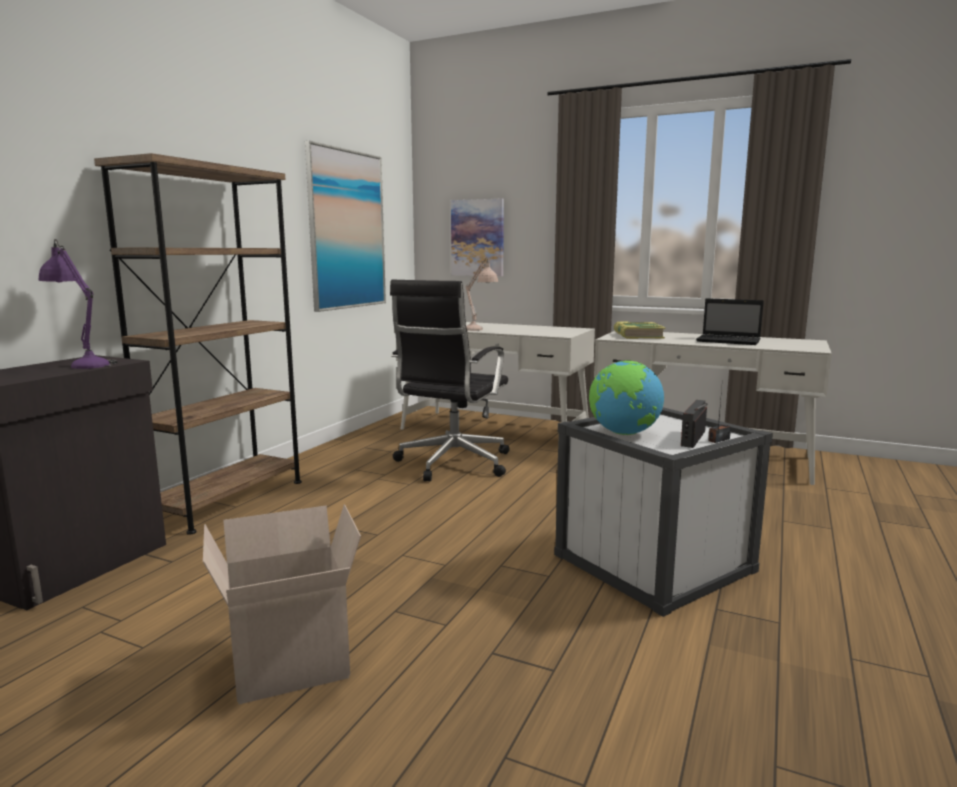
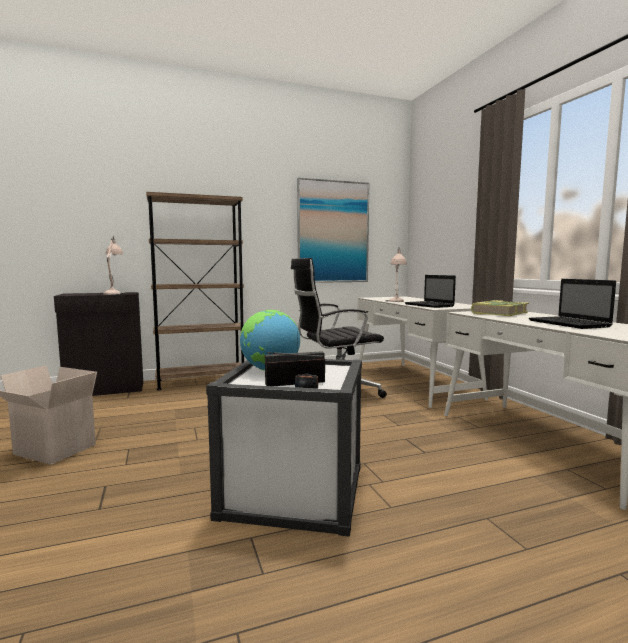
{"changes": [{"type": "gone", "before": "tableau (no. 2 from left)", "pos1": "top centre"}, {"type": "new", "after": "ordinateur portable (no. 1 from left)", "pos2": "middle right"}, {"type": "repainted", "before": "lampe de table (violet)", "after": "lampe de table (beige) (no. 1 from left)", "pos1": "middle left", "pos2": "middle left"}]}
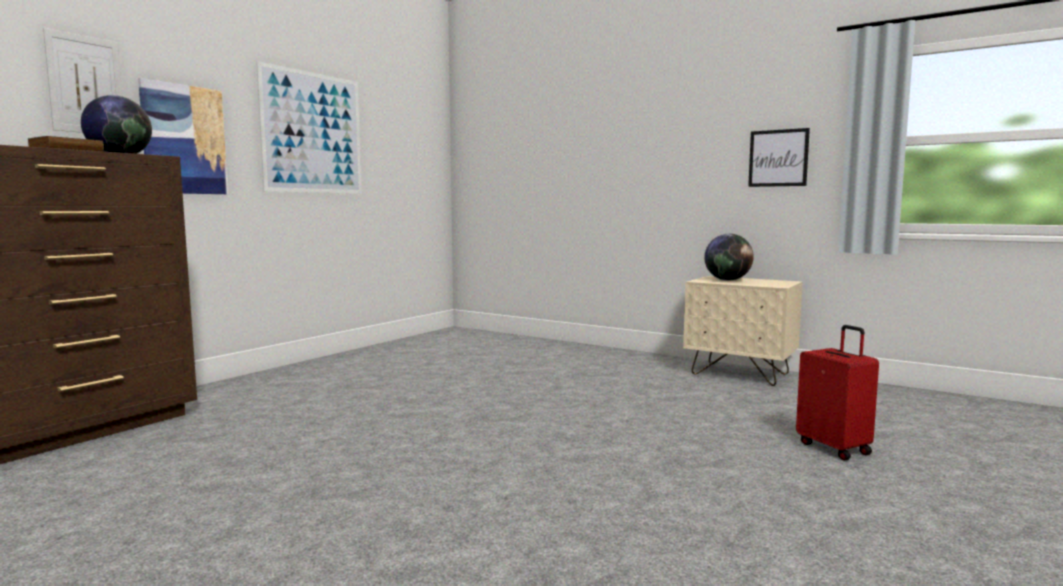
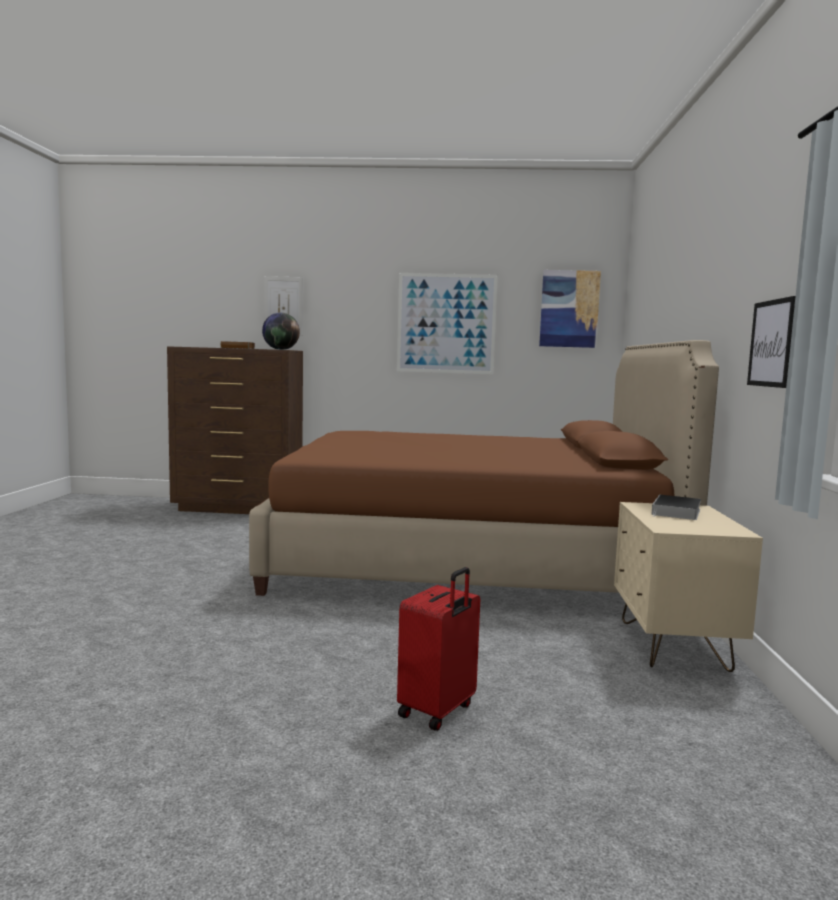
{"changes": [{"type": "new", "after": "lit (marron)", "pos2": "centre"}, {"type": "shifted", "before": "tableau (no. 2 from left in the first image)", "after": "tableau (no. 3 from left)", "pos1": "top left", "pos2": "middle right"}, {"type": "swapped", "before": "globe (no. 2 from left)", "after": "livre (no. 2 from left)", "pos1": "middle right", "pos2": "middle right"}]}
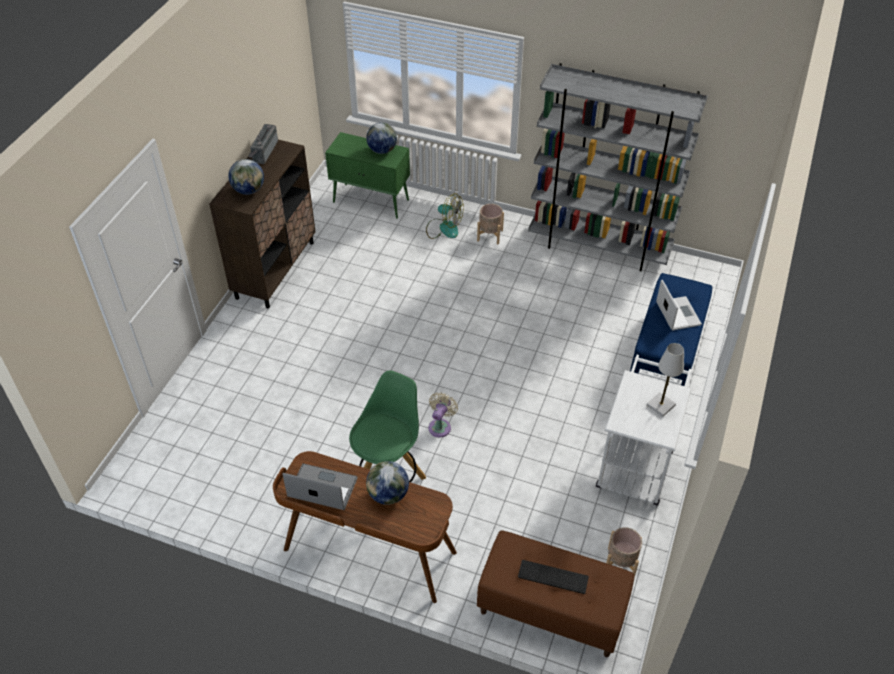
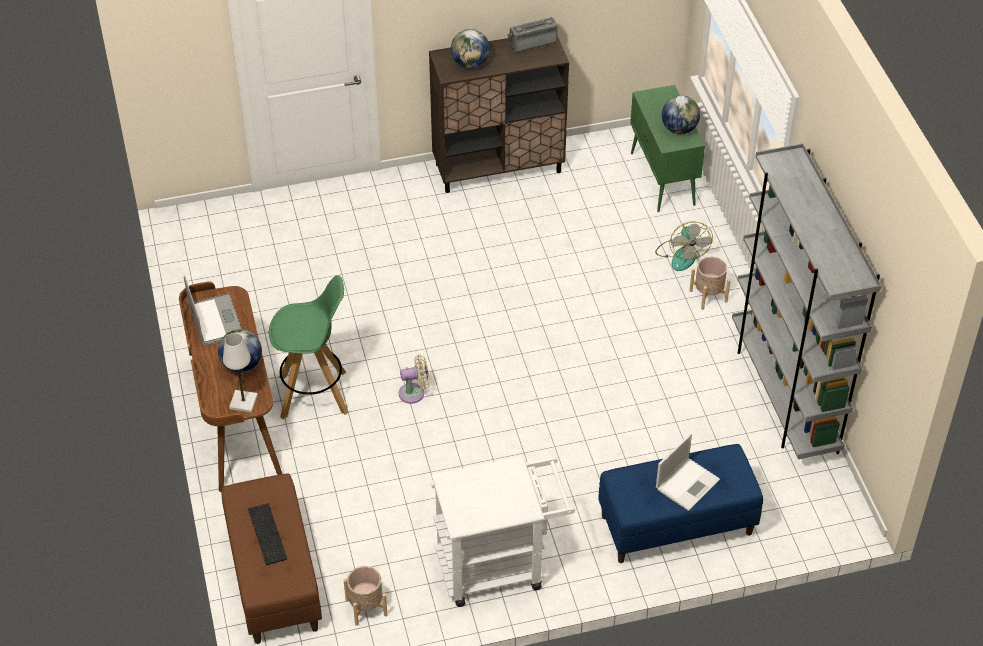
{"changes": [{"type": "shifted", "before": "lampe de table (blanc)", "pos1": "middle right", "pos2": "middle left"}]}
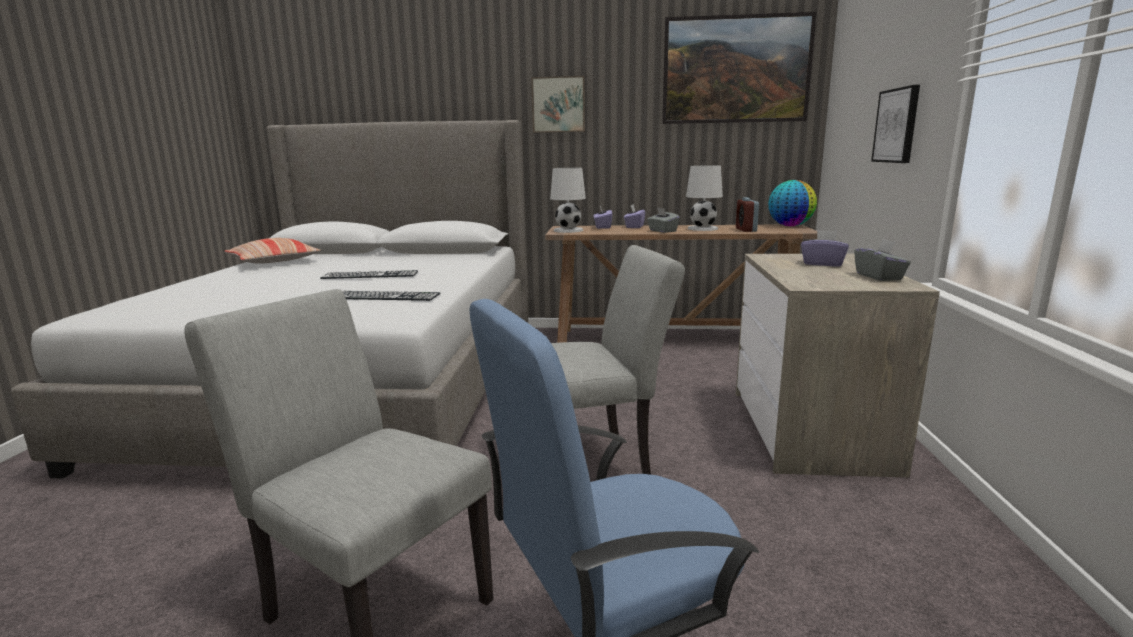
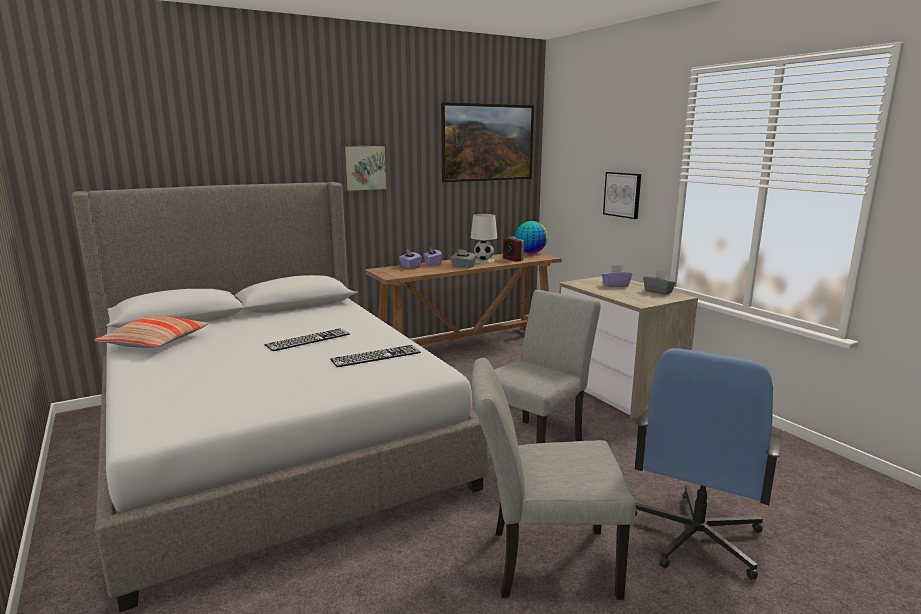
{"changes": [{"type": "gone", "before": "lampe de table (blanc) (no. 1 from left)", "pos1": "top centre"}]}
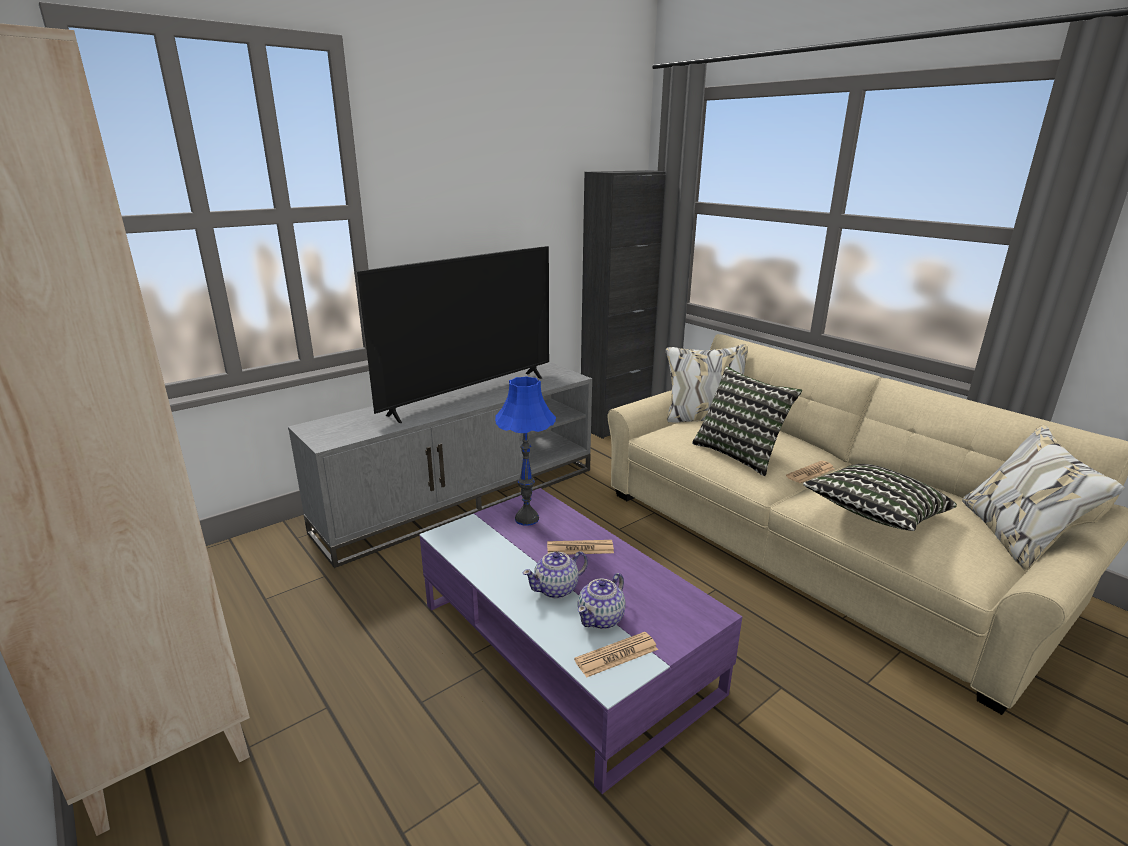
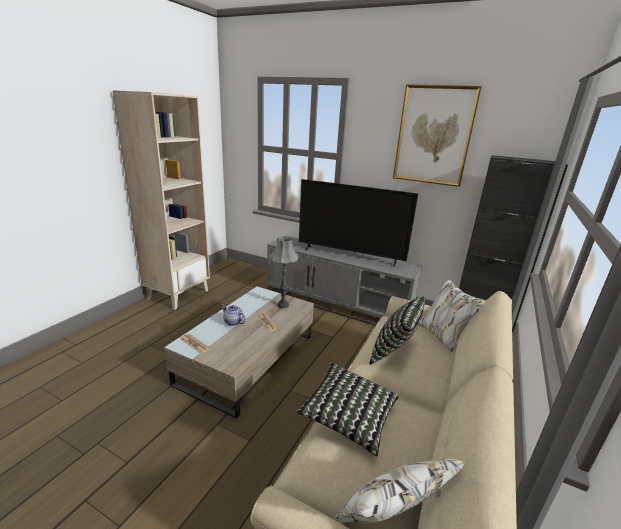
{"changes": [{"type": "gone", "before": "théière (no. 2 from left)", "pos1": "bottom centre"}, {"type": "gone", "before": "journal (no. 3 from left)", "pos1": "middle right"}, {"type": "new", "after": "tableau", "pos2": "top right"}, {"type": "repainted", "before": "table basse (violet)", "after": "table basse (beige)", "pos1": "bottom centre", "pos2": "centre"}, {"type": "repainted", "before": "lampe de table (bleu)", "after": "lampe de table (gris)", "pos1": "centre", "pos2": "centre"}]}
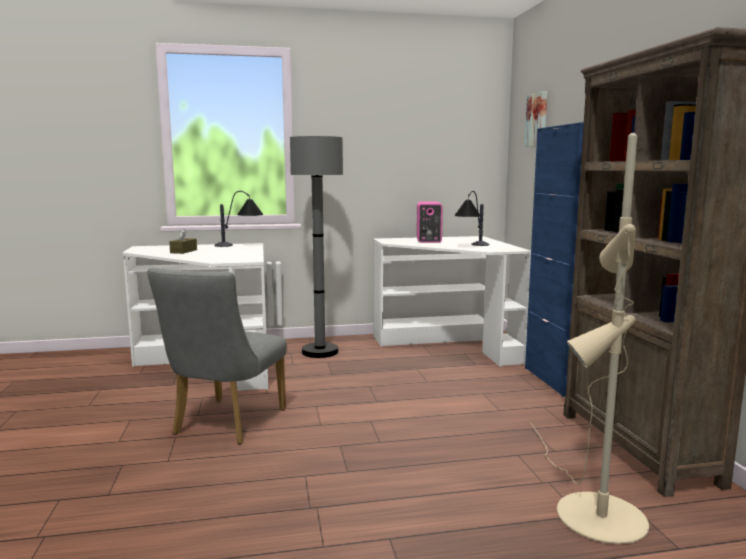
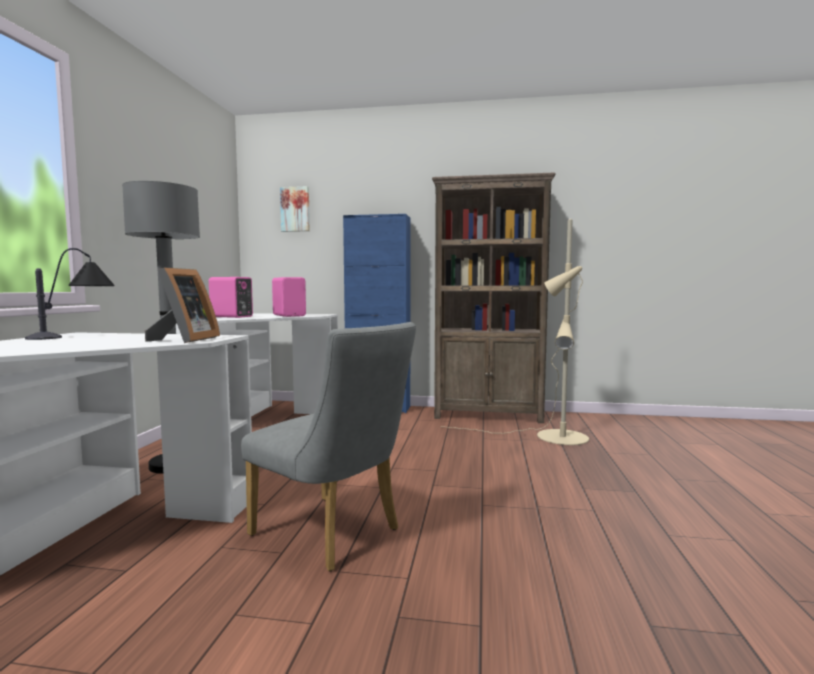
{"changes": [{"type": "gone", "before": "boîte à mouchoirs (marron)", "pos1": "middle left"}, {"type": "new", "after": "cadre photo", "pos2": "middle left"}, {"type": "swapped", "before": "lampe de table (no. 2 from left)", "after": "enceinte (rose) (no. 2 from left)", "pos1": "centre", "pos2": "centre"}]}
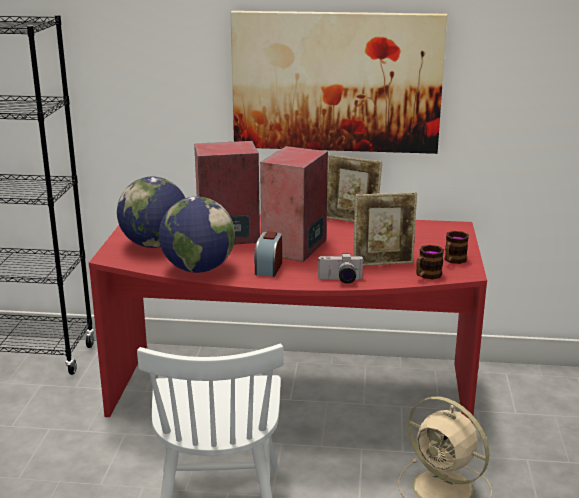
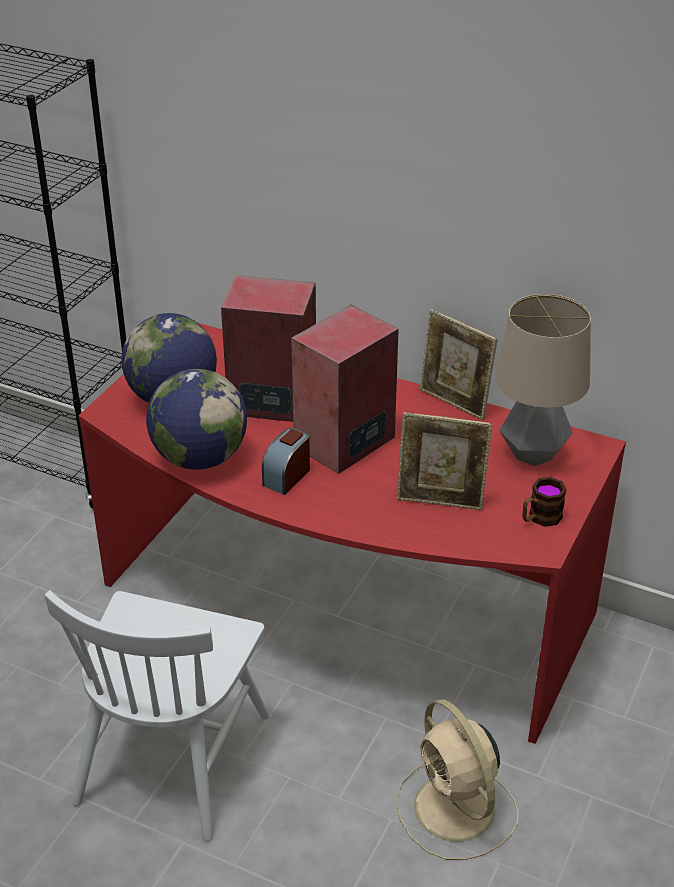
{"changes": [{"type": "gone", "before": "tableau", "pos1": "top centre"}, {"type": "gone", "before": "appareil photo", "pos1": "centre"}, {"type": "gone", "before": "mug (no. 1 from left)", "pos1": "middle right"}, {"type": "new", "after": "lampe de table", "pos2": "middle right"}]}
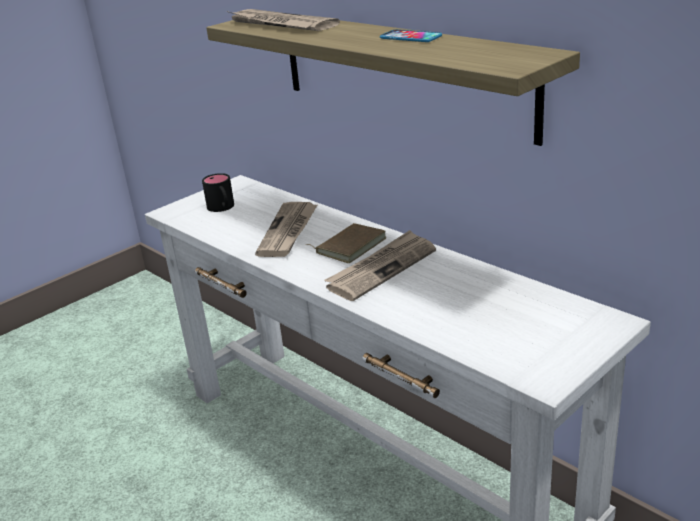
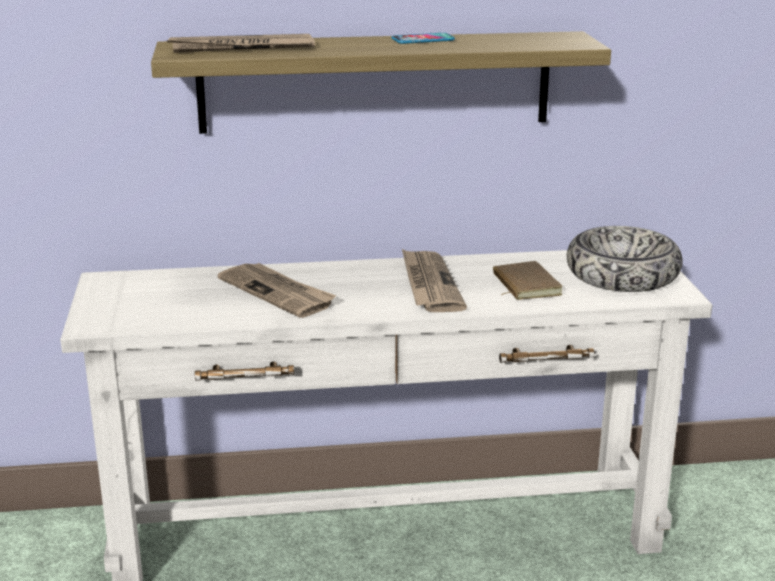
{"changes": [{"type": "gone", "before": "mug (noir)", "pos1": "middle left"}, {"type": "new", "after": "bol", "pos2": "middle right"}, {"type": "shifted", "before": "livre (marron)", "pos1": "centre", "pos2": "middle right"}]}
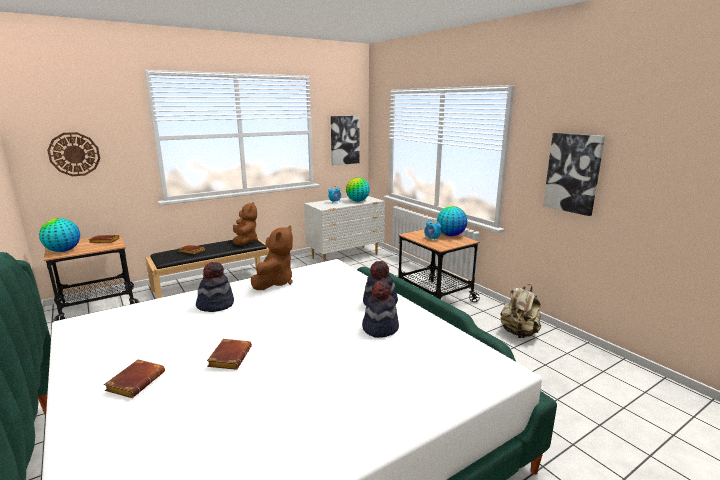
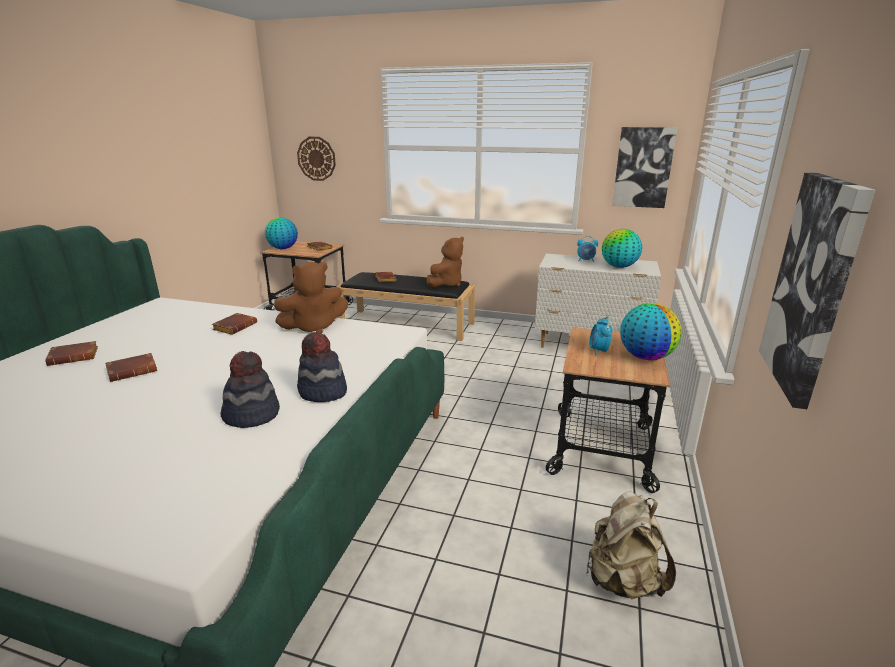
{"changes": [{"type": "swapped", "before": "chapeau (no. 1 from left)", "after": "livre (marron) (no. 3 from left)", "pos1": "middle left", "pos2": "middle left"}]}
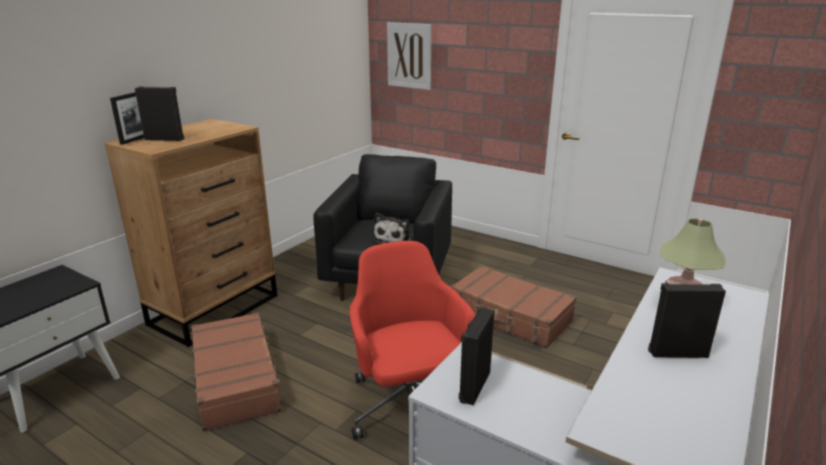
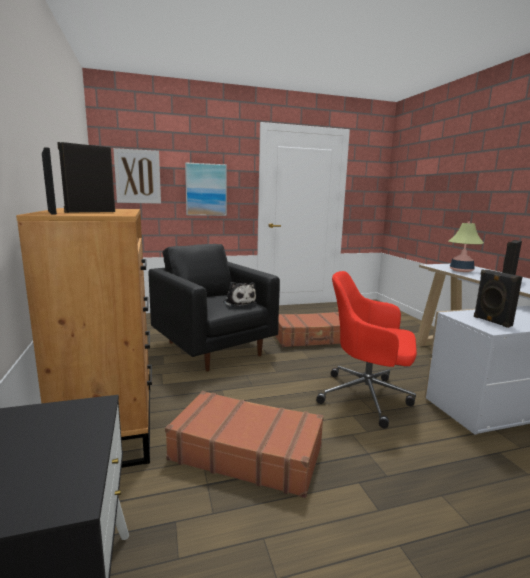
{"changes": [{"type": "new", "after": "tableau (no. 2 from left)", "pos2": "top centre"}]}
